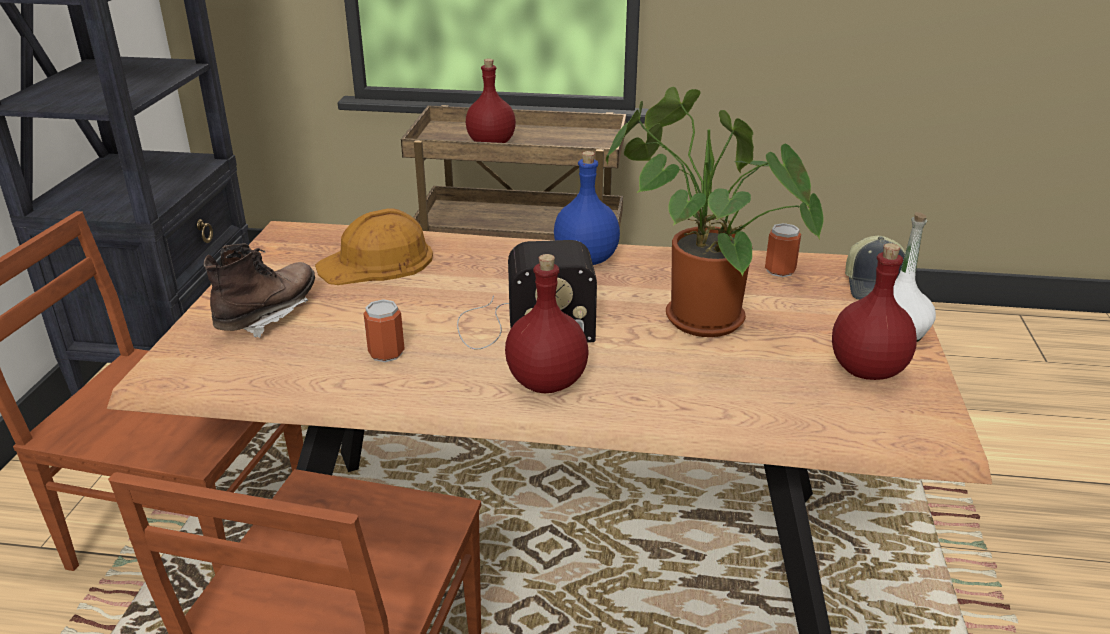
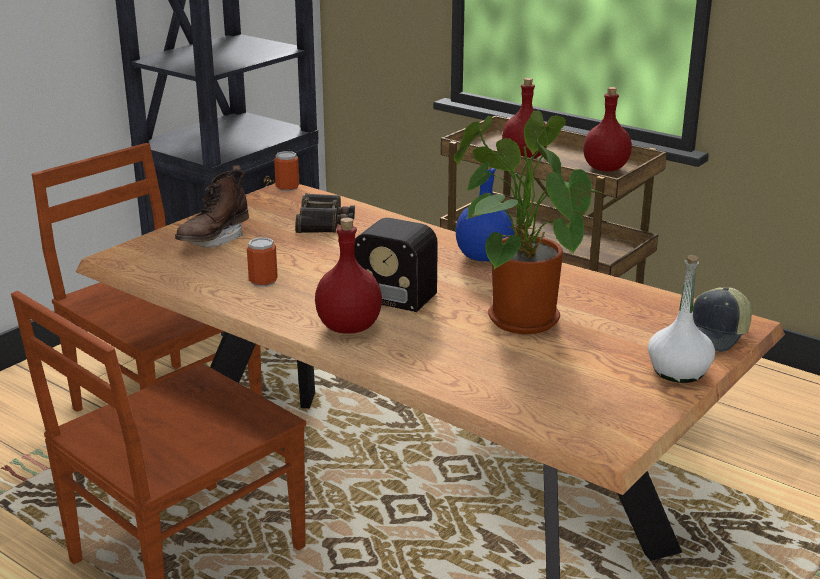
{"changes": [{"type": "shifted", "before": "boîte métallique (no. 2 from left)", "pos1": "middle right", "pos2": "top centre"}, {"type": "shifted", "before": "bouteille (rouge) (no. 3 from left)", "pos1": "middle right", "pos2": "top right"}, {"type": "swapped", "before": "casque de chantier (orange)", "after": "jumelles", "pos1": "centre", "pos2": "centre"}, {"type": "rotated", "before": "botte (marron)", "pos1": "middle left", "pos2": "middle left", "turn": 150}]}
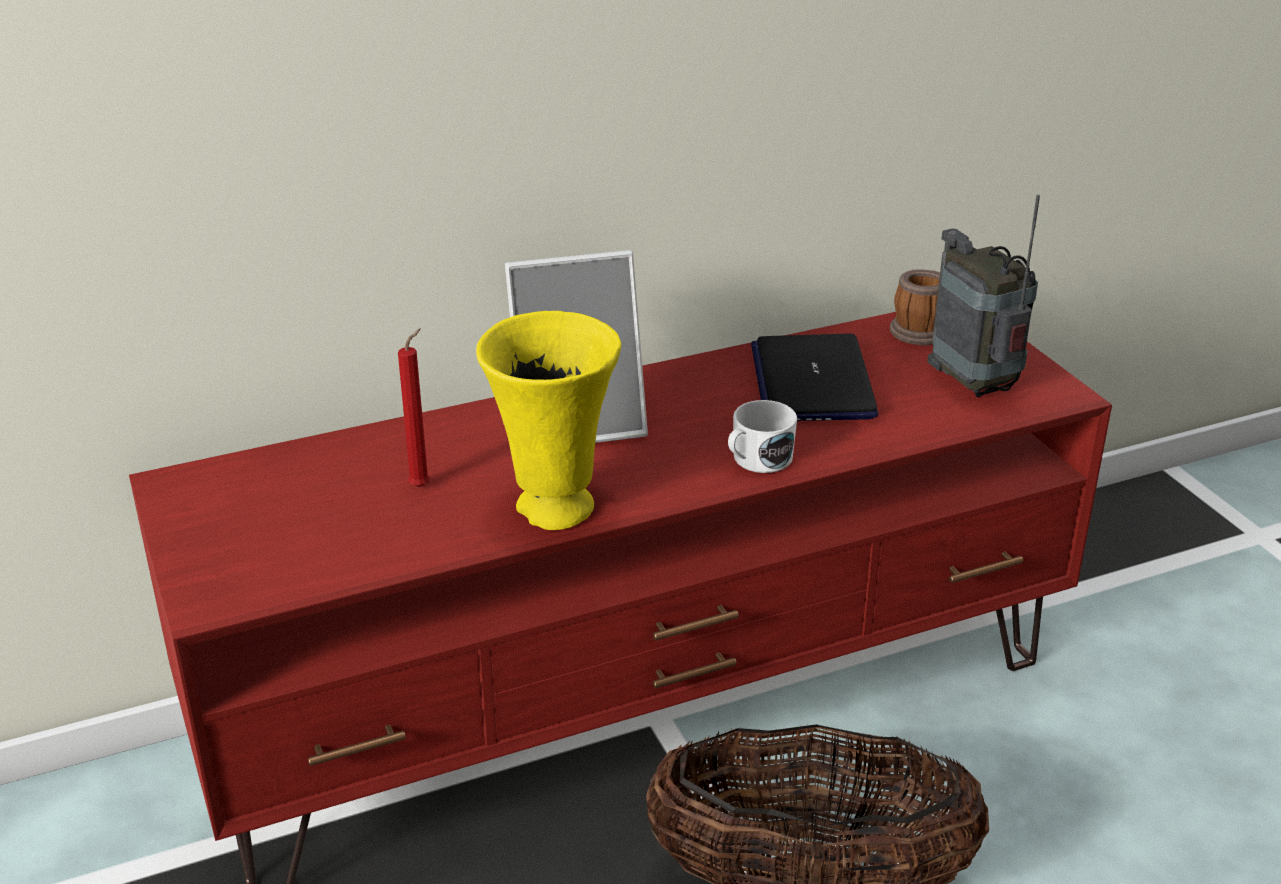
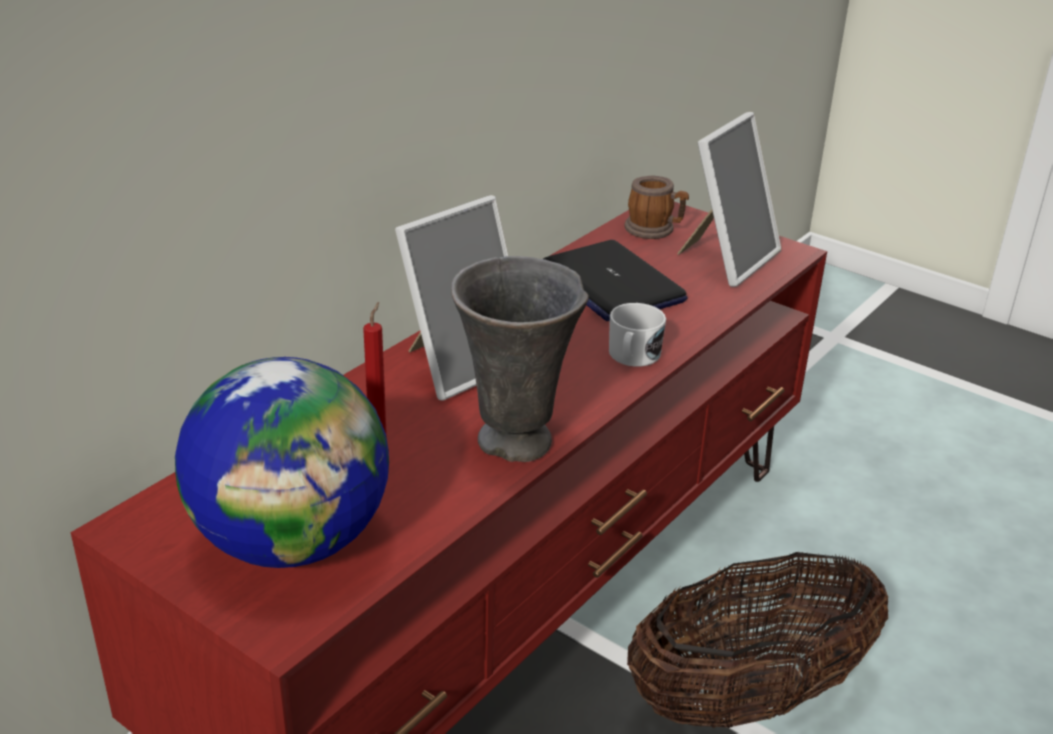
{"changes": [{"type": "new", "after": "globe", "pos2": "middle left"}, {"type": "swapped", "before": "radio", "after": "cadre photo (no. 2 from left)", "pos1": "middle right", "pos2": "top right"}, {"type": "repainted", "before": "vase (jaune)", "after": "vase (gris)", "pos1": "centre", "pos2": "centre"}]}
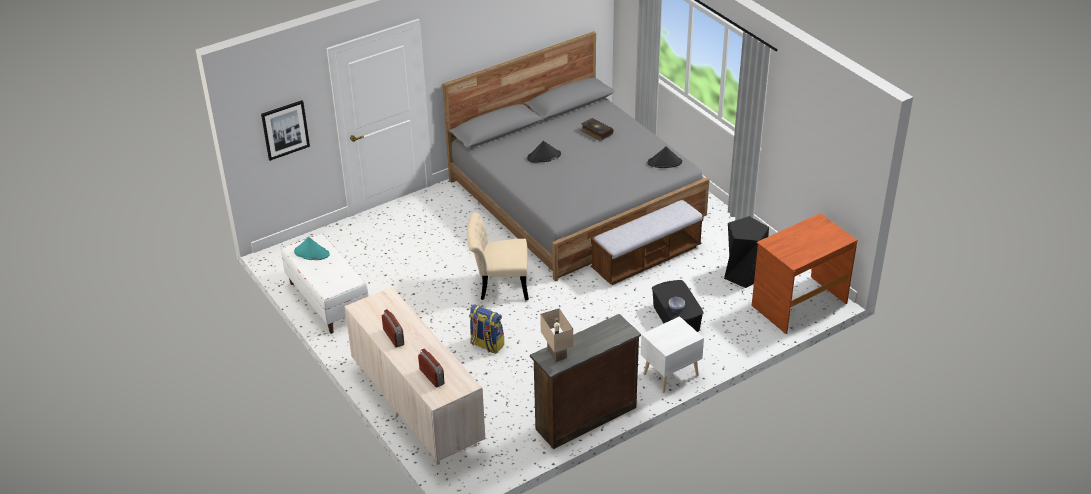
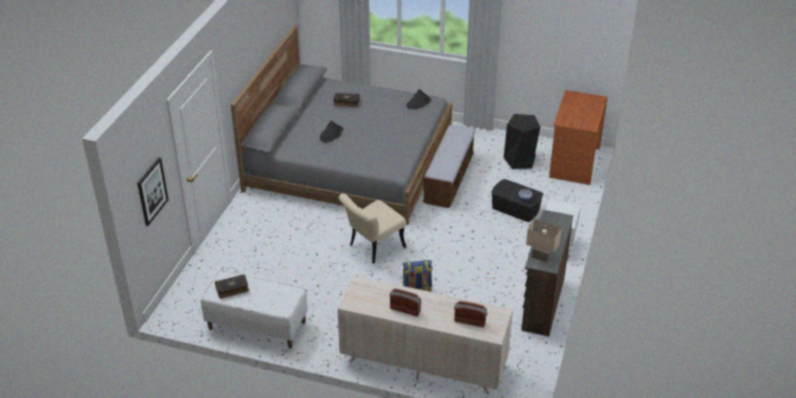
{"changes": [{"type": "swapped", "before": "chapeau (turquoise)", "after": "livre (no. 1 from left)", "pos1": "middle left", "pos2": "bottom left"}]}
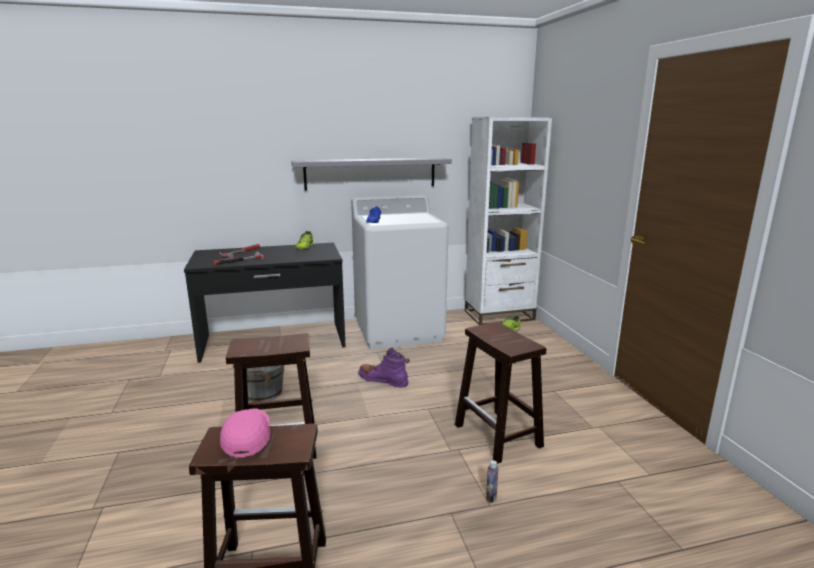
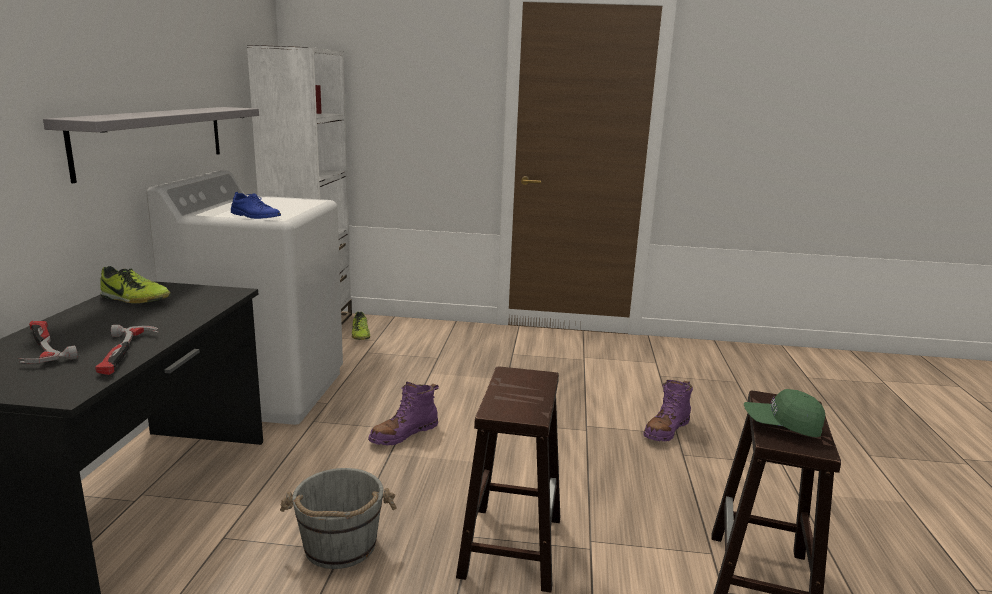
{"changes": [{"type": "gone", "before": "tabouret (marron) (no. 3 from left)", "pos1": "bottom centre"}, {"type": "swapped", "before": "bouteille", "after": "botte (violet) (no. 2 from left)", "pos1": "bottom centre", "pos2": "bottom right"}, {"type": "repainted", "before": "casquette (rose)", "after": "casquette (vert)", "pos1": "bottom left", "pos2": "bottom right"}]}
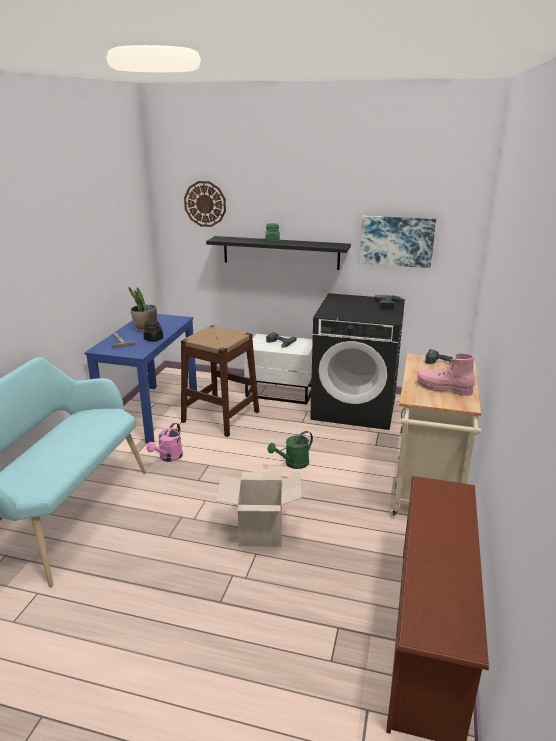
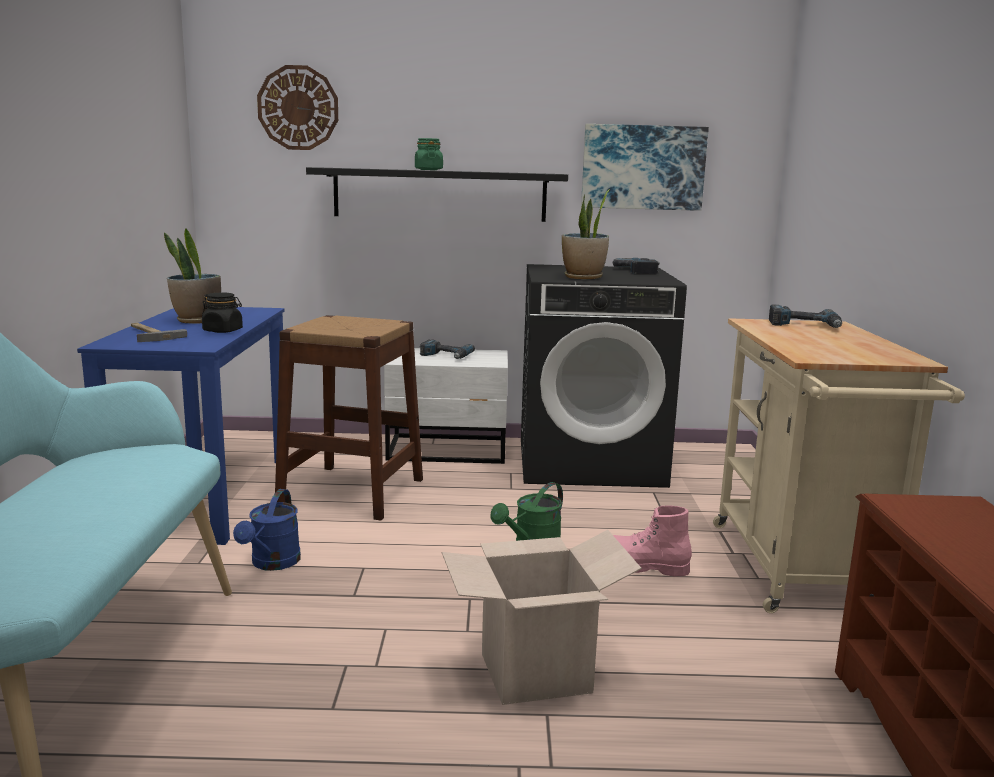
{"changes": [{"type": "new", "after": "plante en pot (no. 2 from left)", "pos2": "top centre"}, {"type": "shifted", "before": "botte (rose)", "pos1": "middle right", "pos2": "bottom centre"}, {"type": "repainted", "before": "arrosoir (rose)", "after": "arrosoir (bleu)", "pos1": "middle left", "pos2": "bottom left"}]}
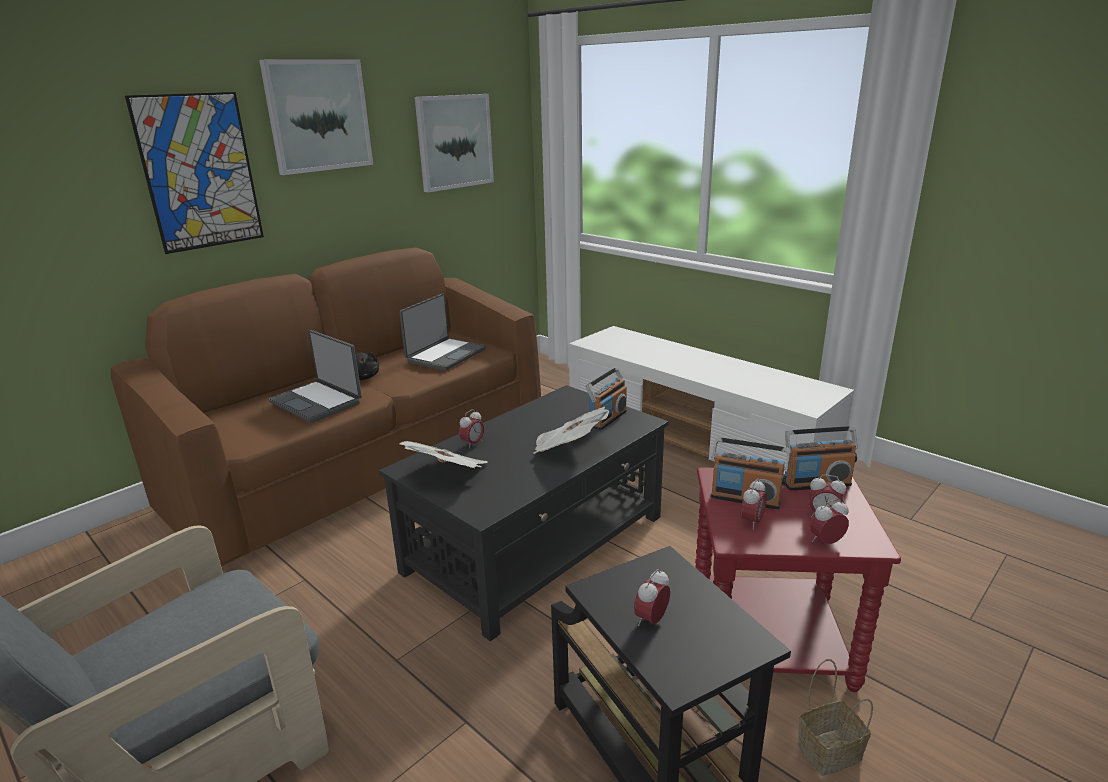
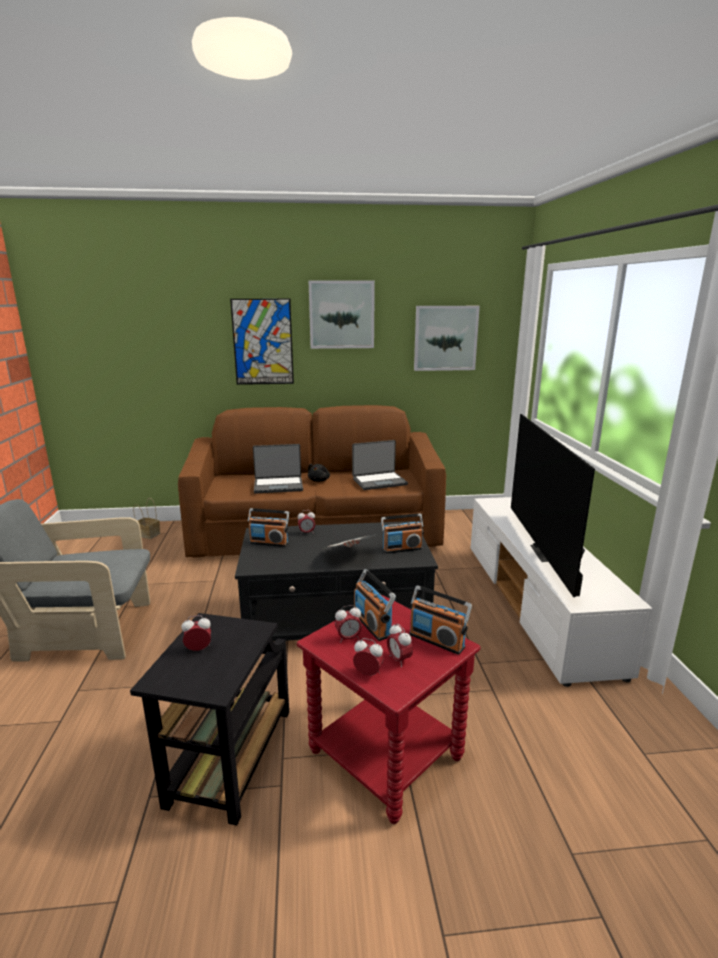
{"changes": [{"type": "new", "after": "téléviseur", "pos2": "middle right"}, {"type": "shifted", "before": "panier", "pos1": "bottom right", "pos2": "middle left"}, {"type": "swapped", "before": "journal (no. 1 from left)", "after": "radio (no. 1 from left)", "pos1": "centre", "pos2": "centre"}, {"type": "rotated", "before": "ordinateur portable (no. 1 from left)", "pos1": "middle left", "pos2": "centre", "turn": -90}]}
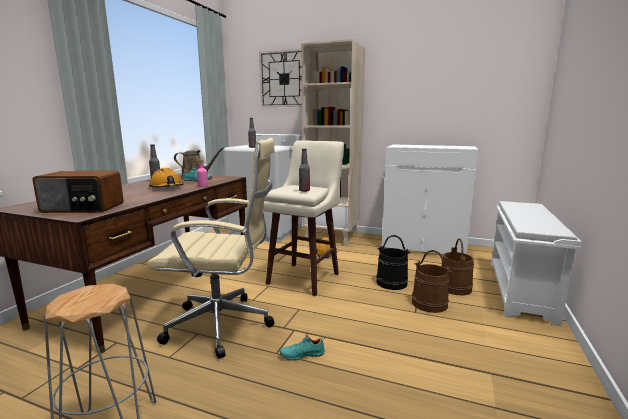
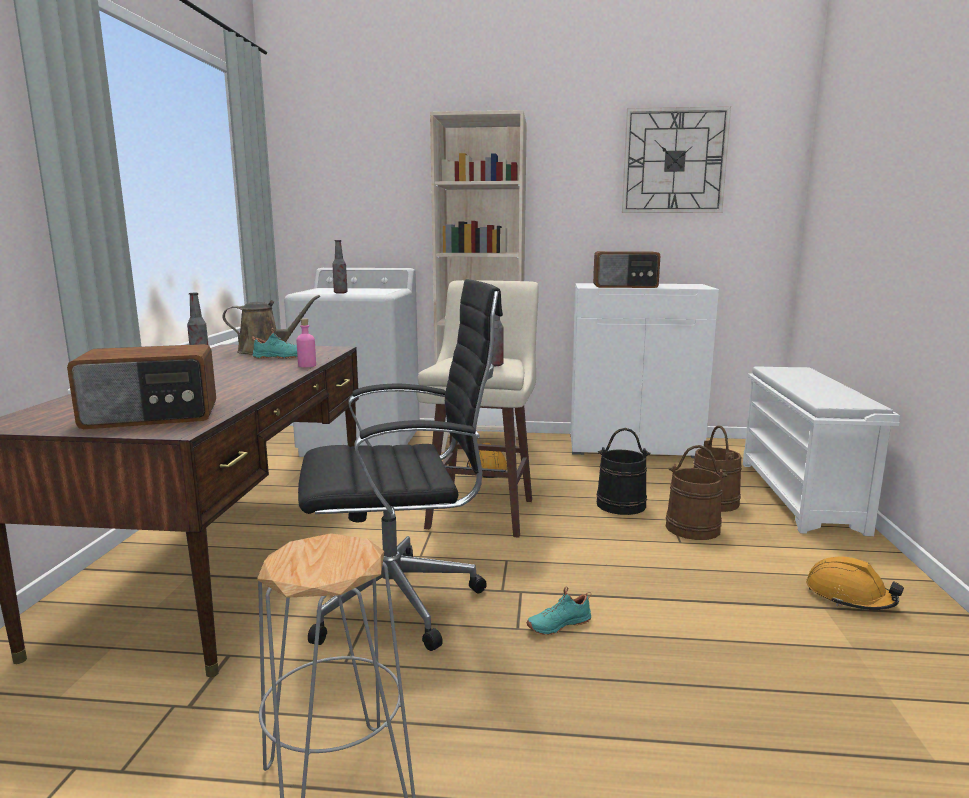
{"changes": [{"type": "new", "after": "radio (no. 2 from left)", "pos2": "centre"}, {"type": "shifted", "before": "casque de chantier (orange) (no. 1 from left in the first image)", "after": "casque de chantier (orange) (no. 2 from left)", "pos1": "middle left", "pos2": "bottom right"}, {"type": "shifted", "before": "horloge murale", "pos1": "top centre", "pos2": "top right"}, {"type": "repainted", "before": "chaise de bureau (beige)", "after": "chaise de bureau (noir)", "pos1": "centre", "pos2": "centre"}]}
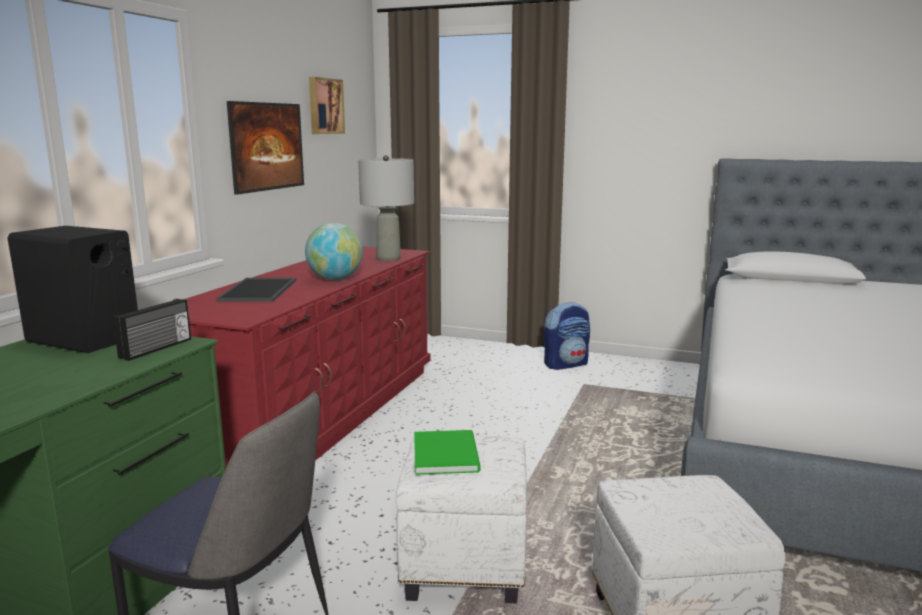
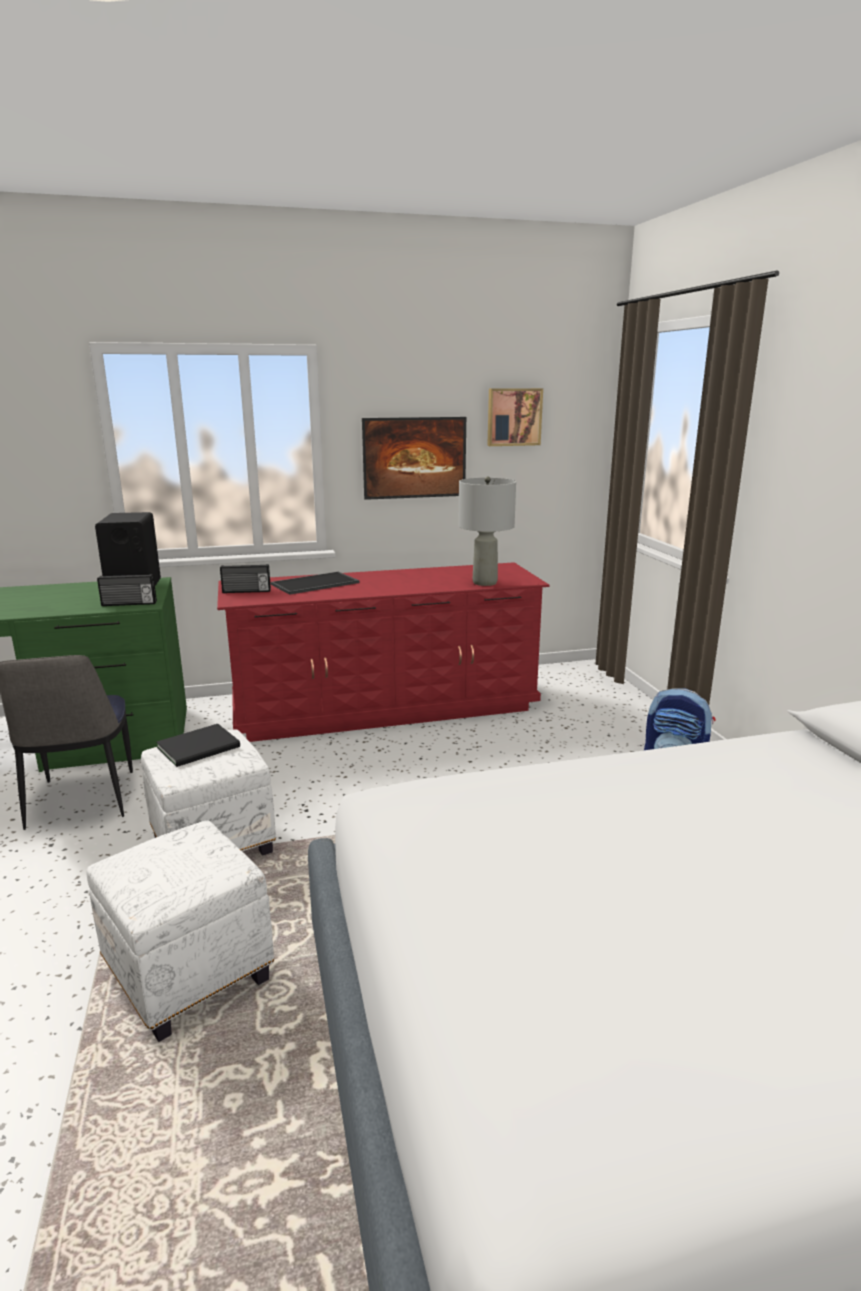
{"changes": [{"type": "gone", "before": "globe", "pos1": "centre"}, {"type": "new", "after": "radio (no. 2 from left)", "pos2": "middle left"}, {"type": "repainted", "before": "livre (vert)", "after": "livre (noir)", "pos1": "bottom centre", "pos2": "middle left"}]}
